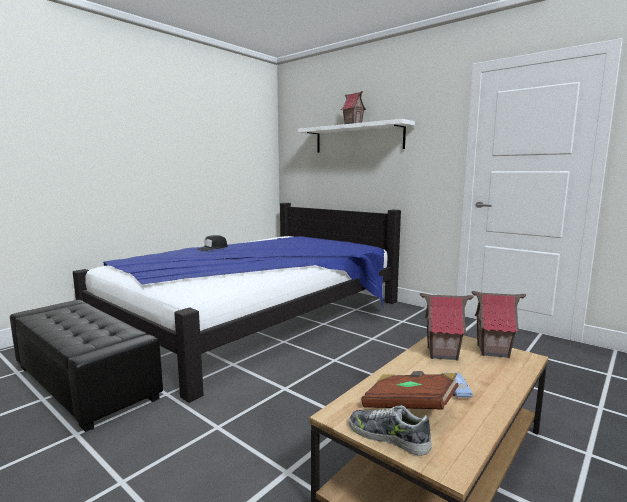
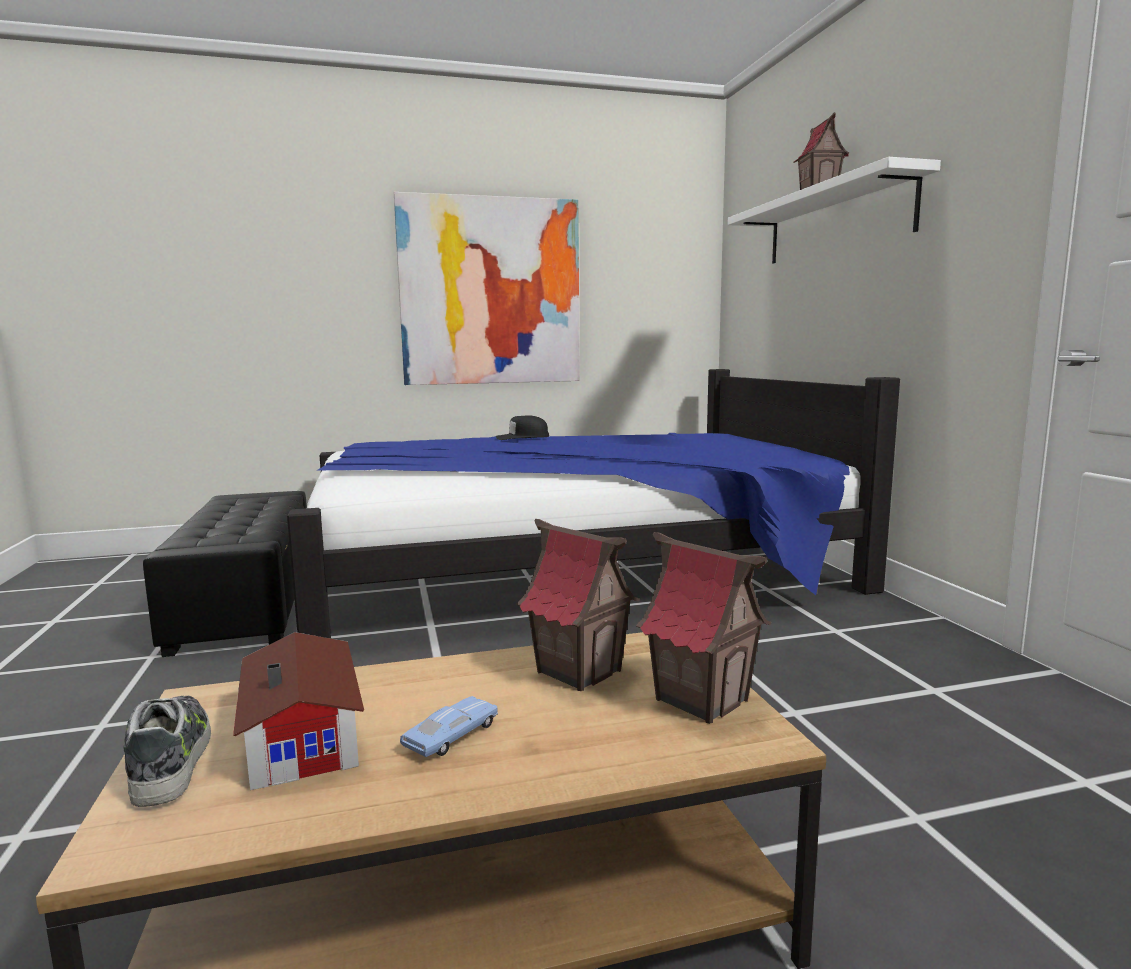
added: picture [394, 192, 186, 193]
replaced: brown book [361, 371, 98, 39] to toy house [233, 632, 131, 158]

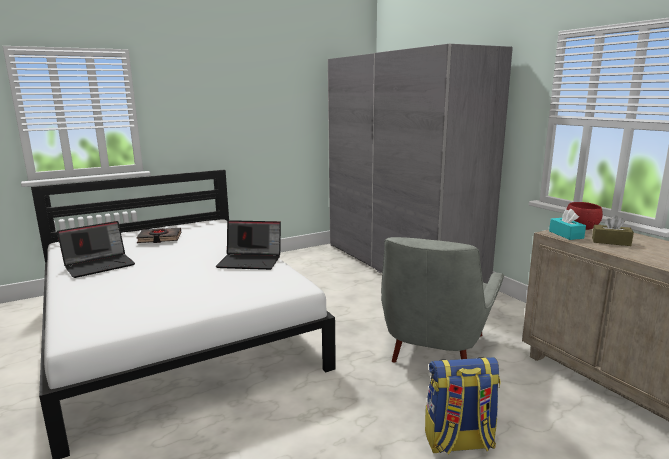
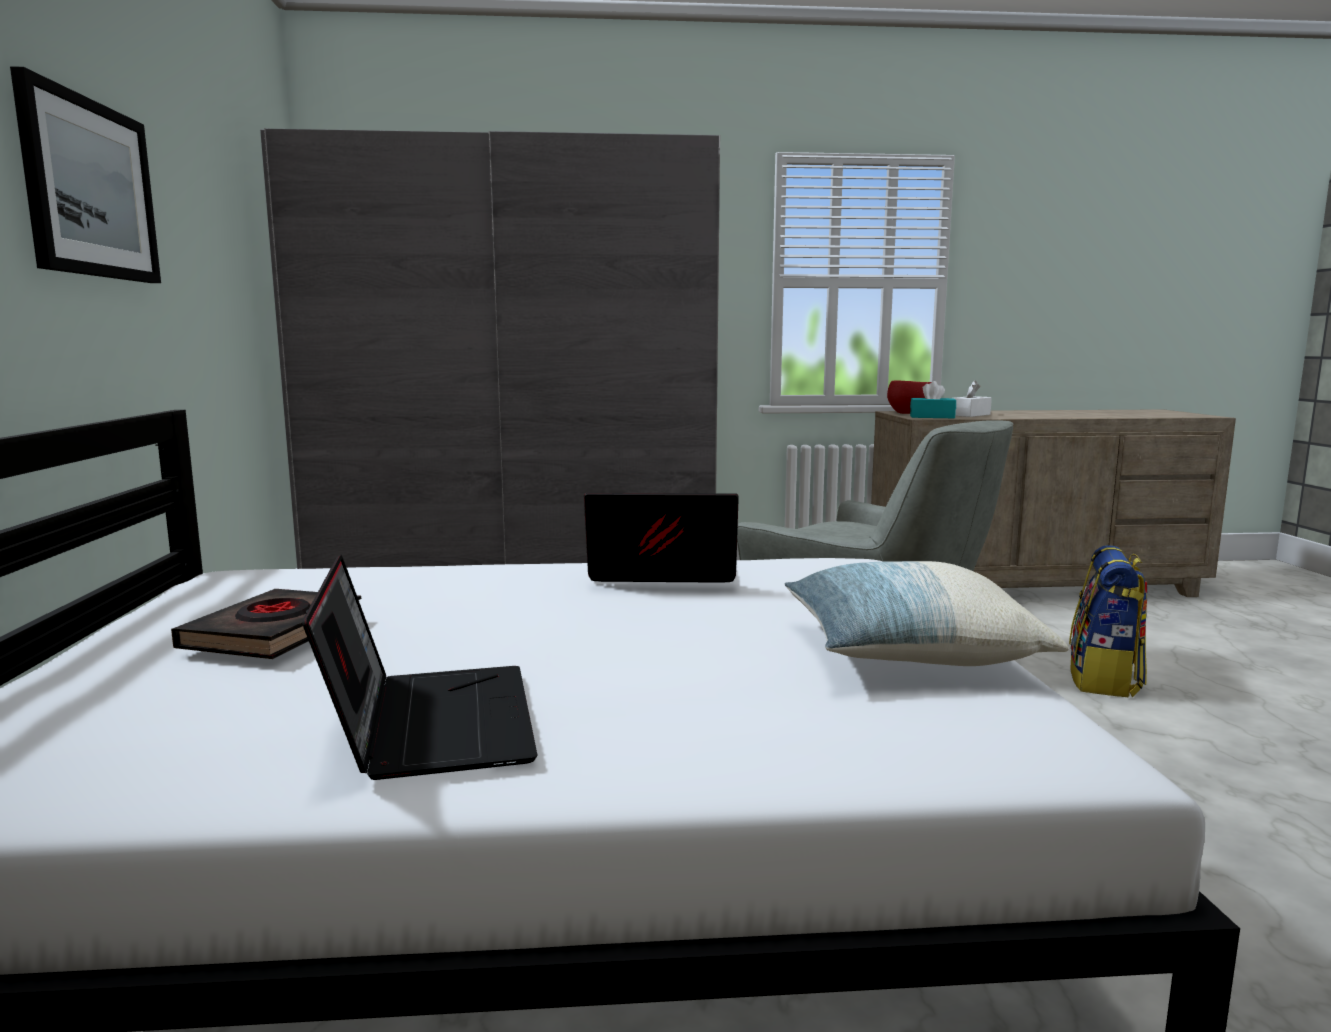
added: picture [10, 66, 151, 217]; pillow [784, 561, 285, 105]
recoloured: brown tissue box [592, 215, 42, 31] to white tissue box [953, 380, 39, 37]
turned: laptop [216, 220, 65, 50] = [584, 493, 155, 90] 120 degrees counterclockwise

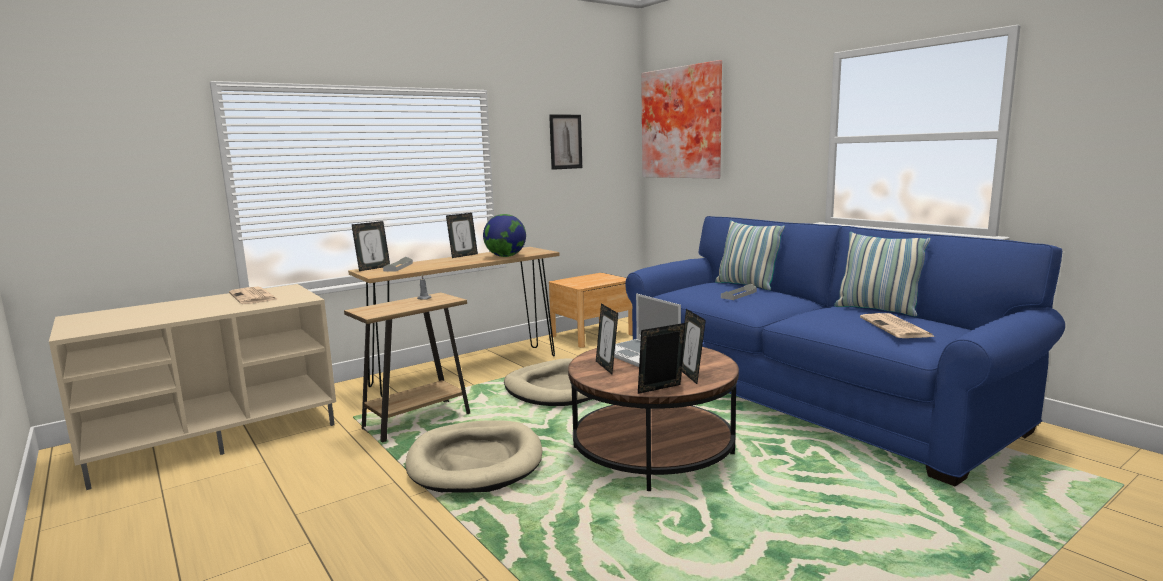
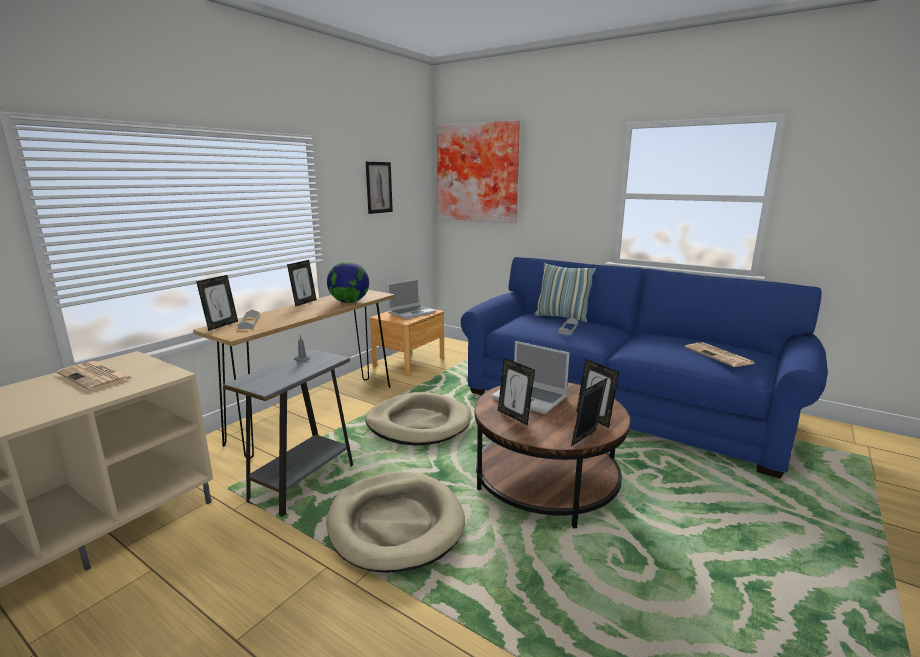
removed: pillow [834, 232, 97, 84]
added: laptop [387, 279, 49, 40]
recoloured: brown side table [344, 293, 126, 149] to grey side table [223, 349, 130, 168]

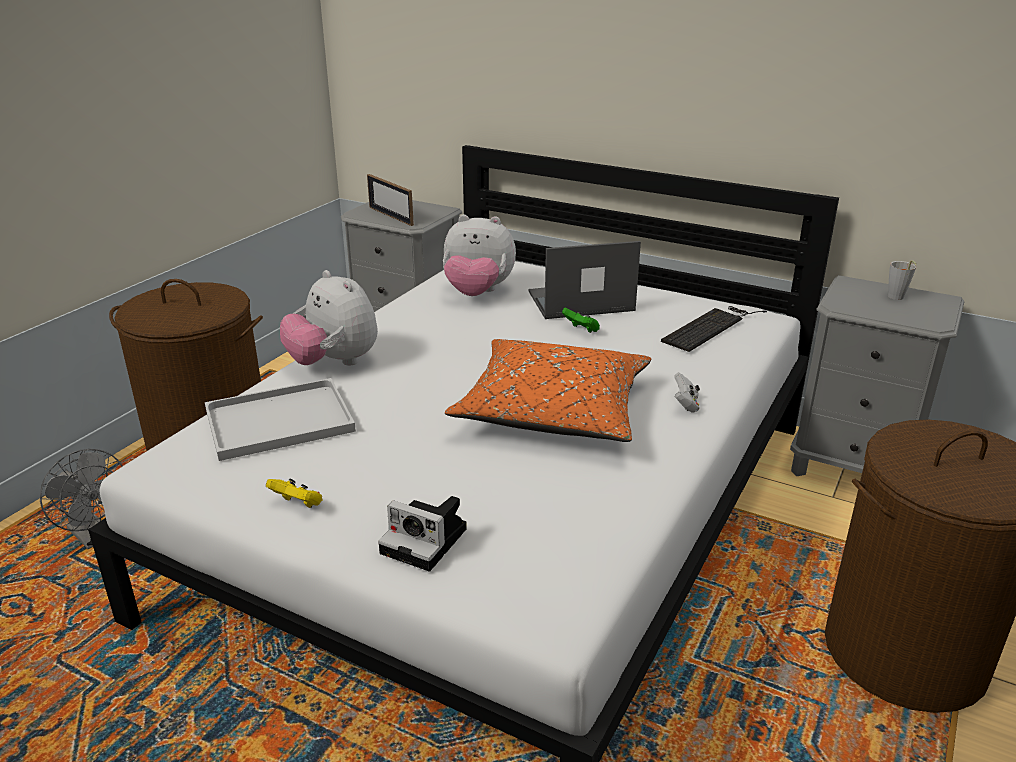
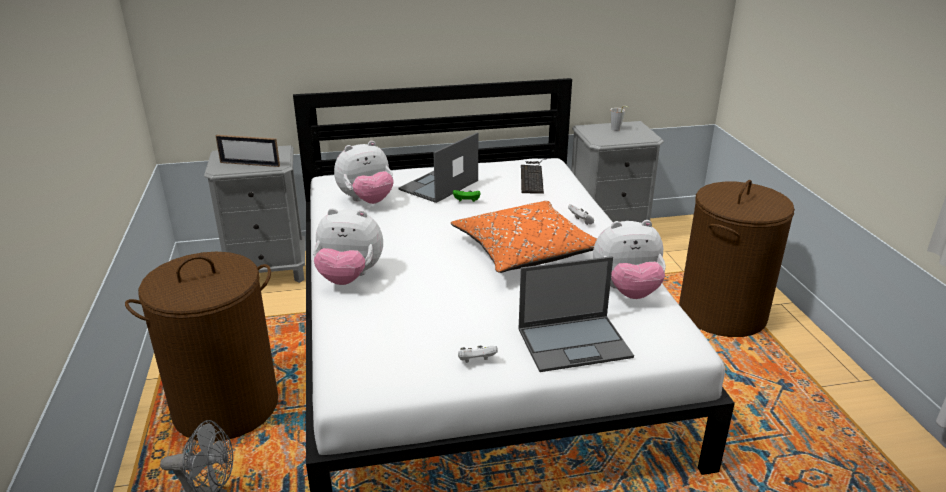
removed: white tray [205, 378, 151, 83]
added: plush toy [593, 220, 73, 79]
replaced: photo camera [378, 496, 89, 75] to laptop [518, 256, 116, 116]
recoloured: yellow game controller [266, 479, 57, 29] to white game controller [458, 346, 40, 17]

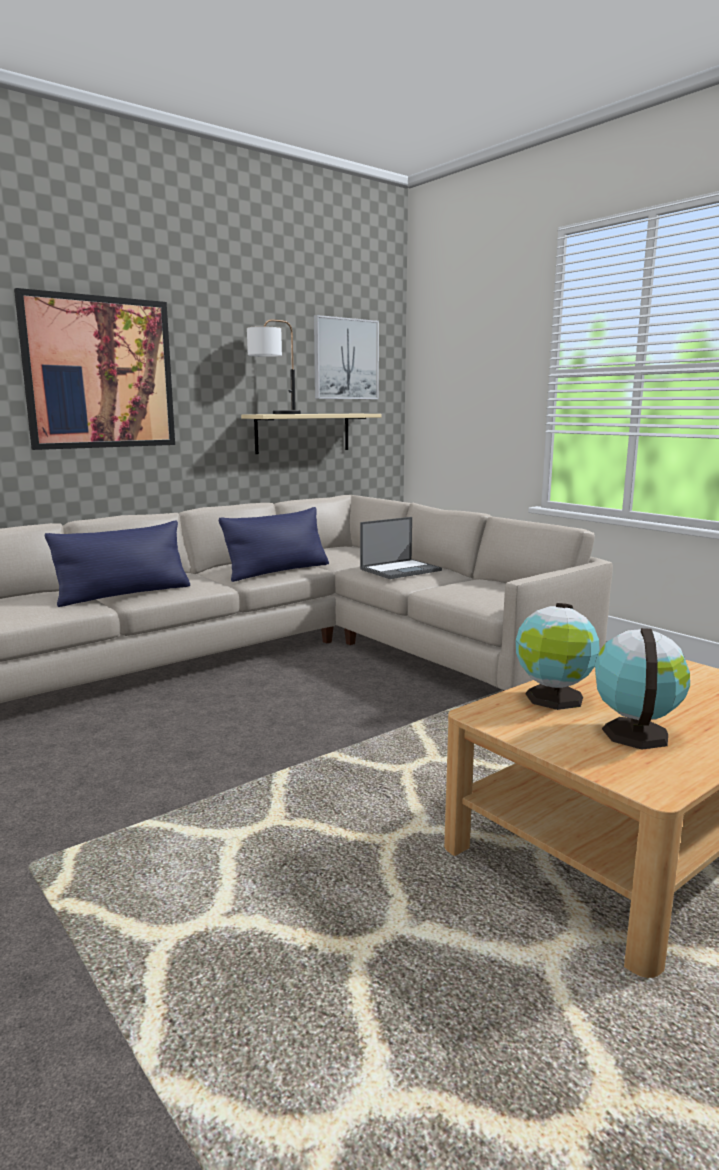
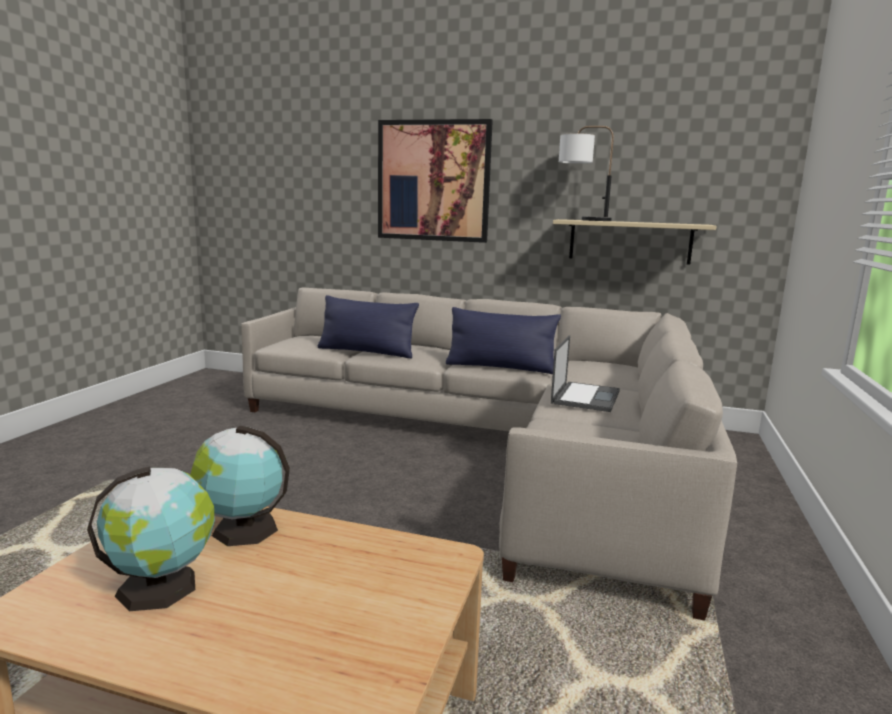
removed: picture [314, 315, 65, 84]
turned: laptop [360, 517, 82, 62] = [551, 335, 69, 77] 90 degrees counterclockwise

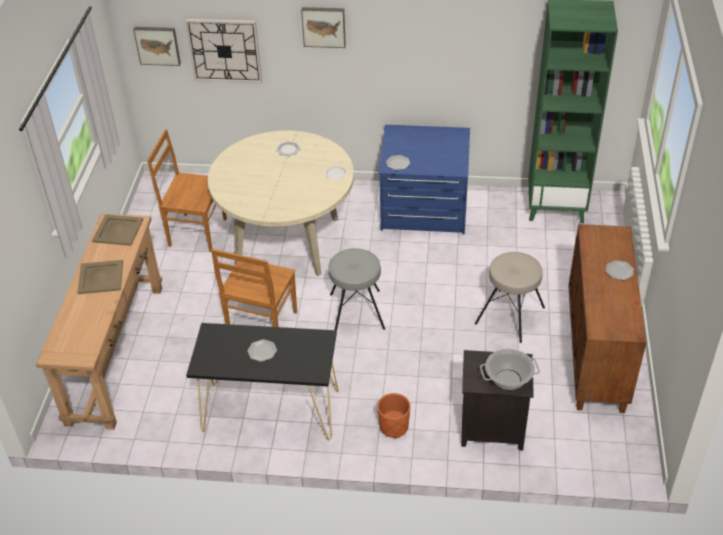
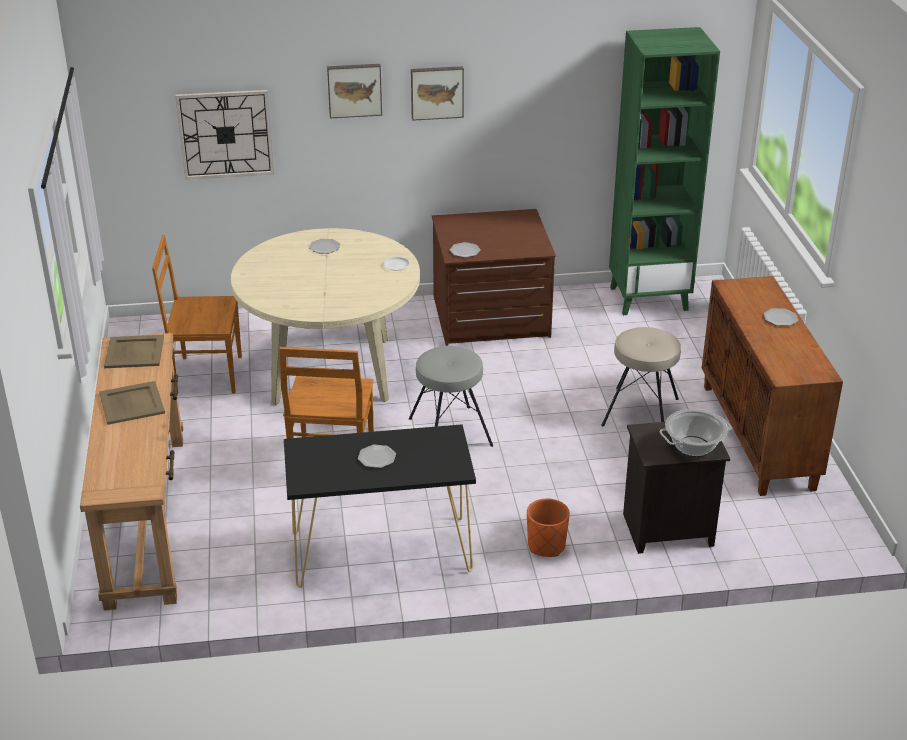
moved: picture [133, 27, 48, 39] to [411, 66, 53, 55]
recoloured: blue dresser [378, 125, 92, 109] to brown dresser [432, 209, 124, 137]

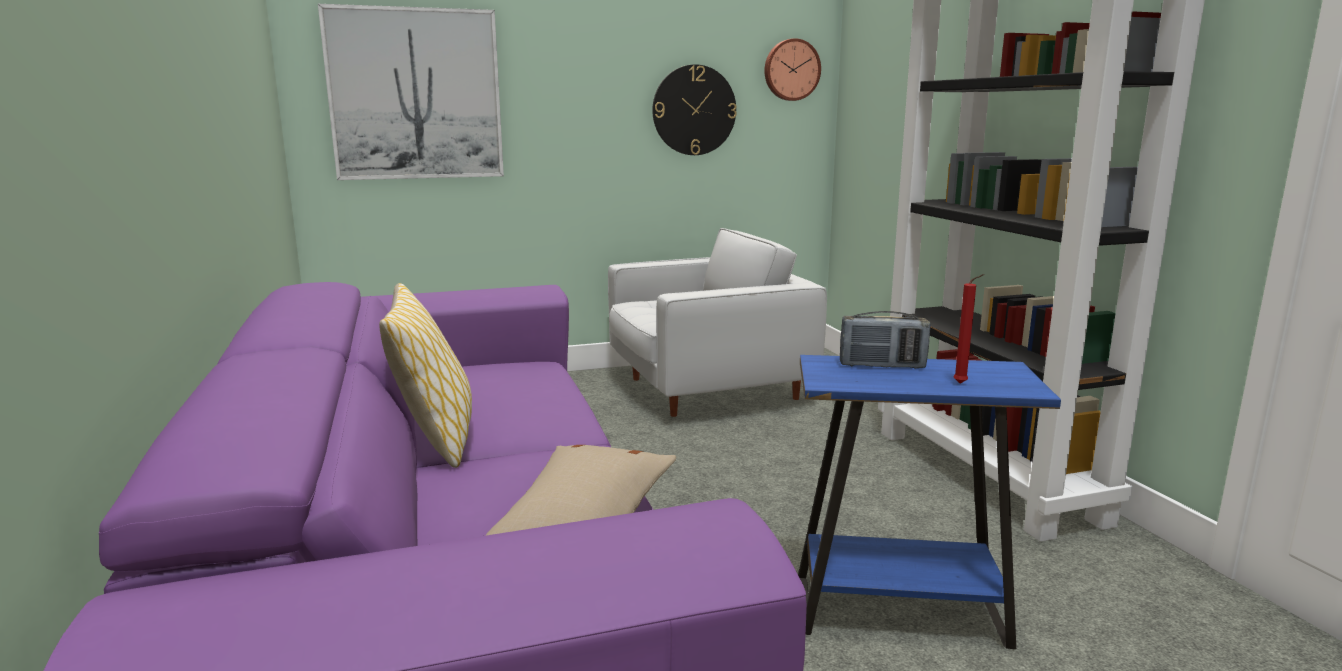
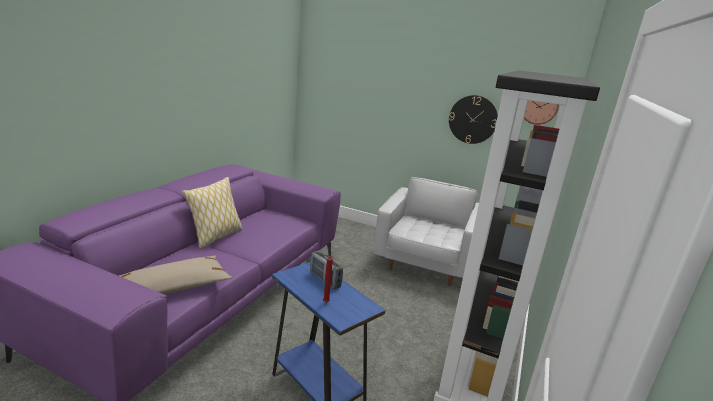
removed: picture [318, 4, 186, 176]
turned: white armchair [608, 228, 219, 189] = [373, 177, 106, 109] 90 degrees counterclockwise

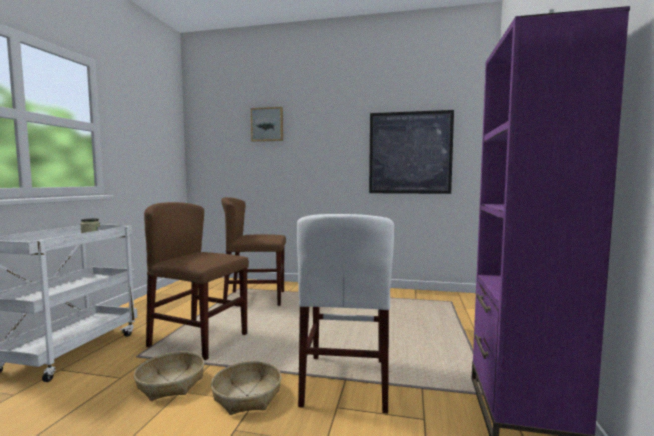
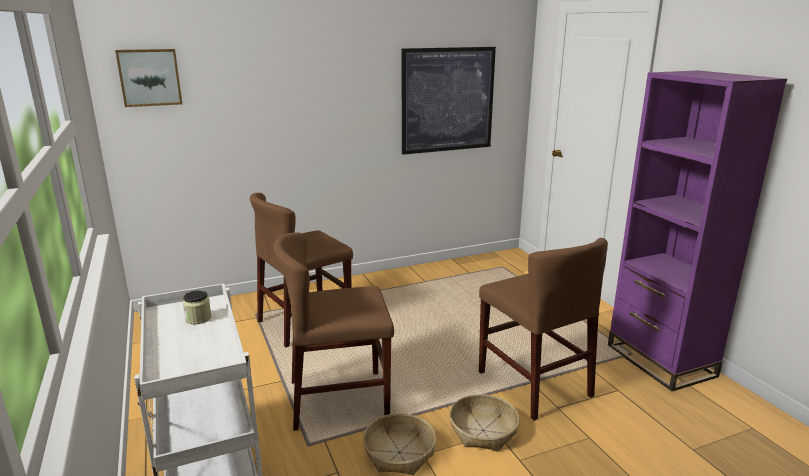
moved: picture [251, 107, 32, 35] to [115, 49, 67, 58]
recoloured: white chair [297, 214, 97, 200] to brown chair [479, 238, 129, 183]

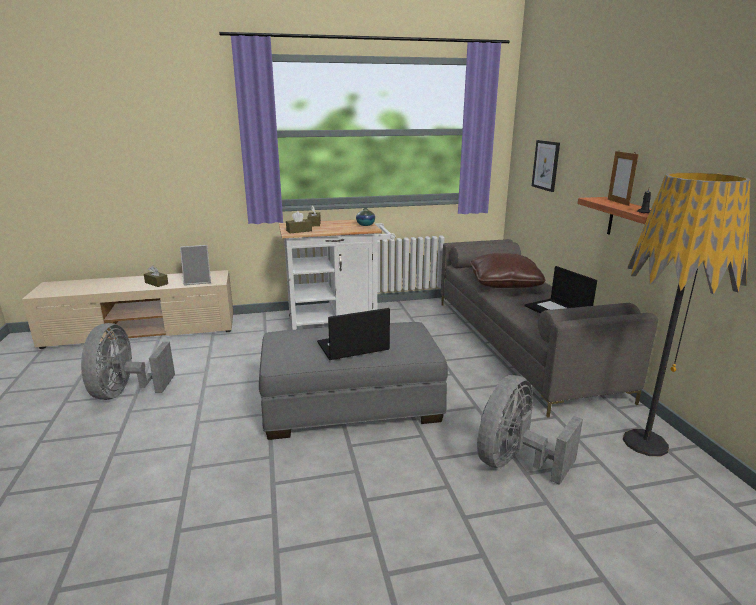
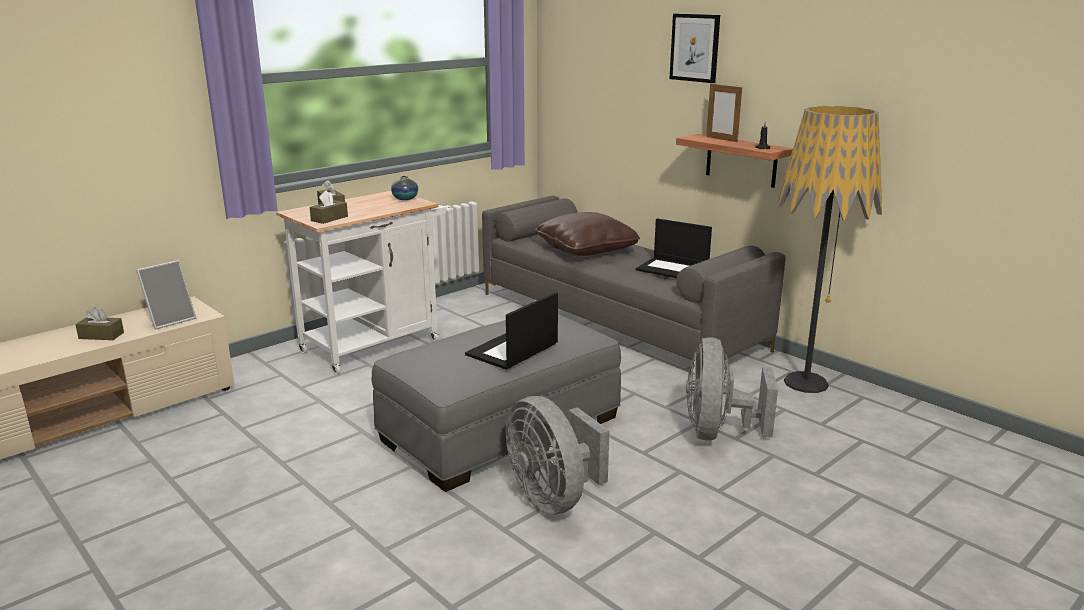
moved: grey fan [81, 323, 94, 77] to [506, 396, 103, 119]; picture [532, 140, 28, 52] to [669, 14, 51, 69]

